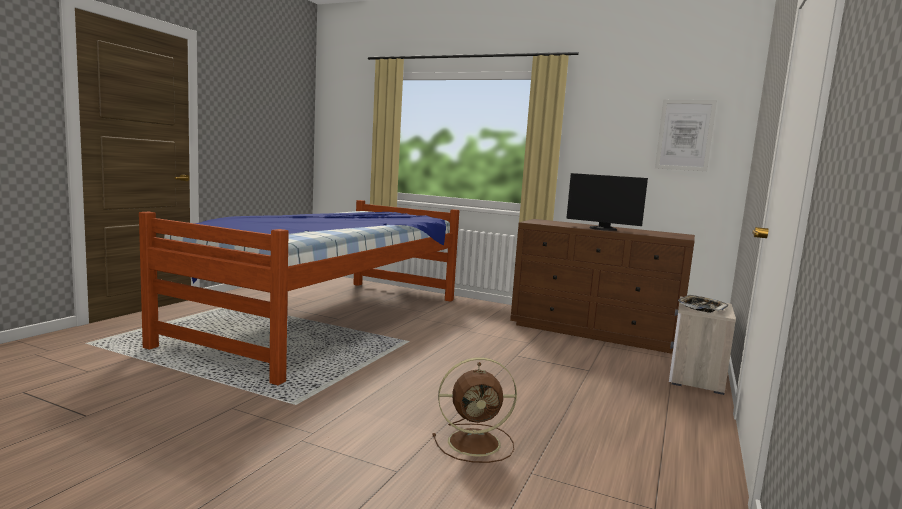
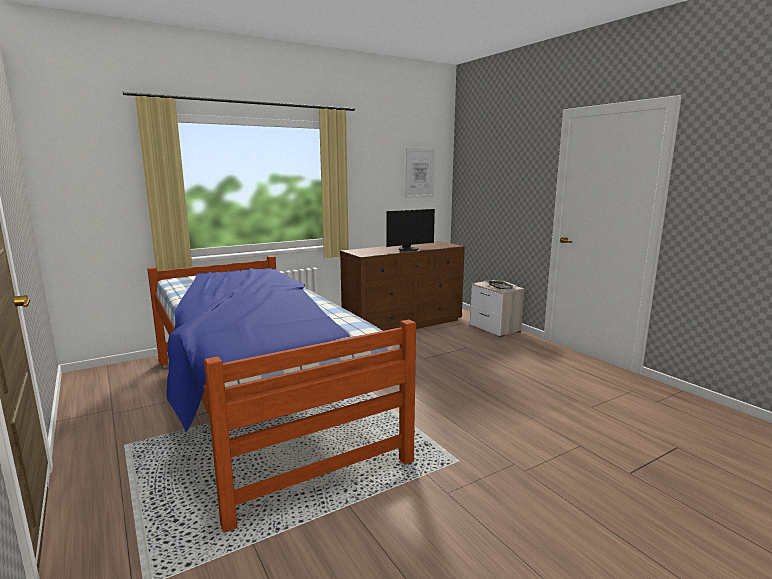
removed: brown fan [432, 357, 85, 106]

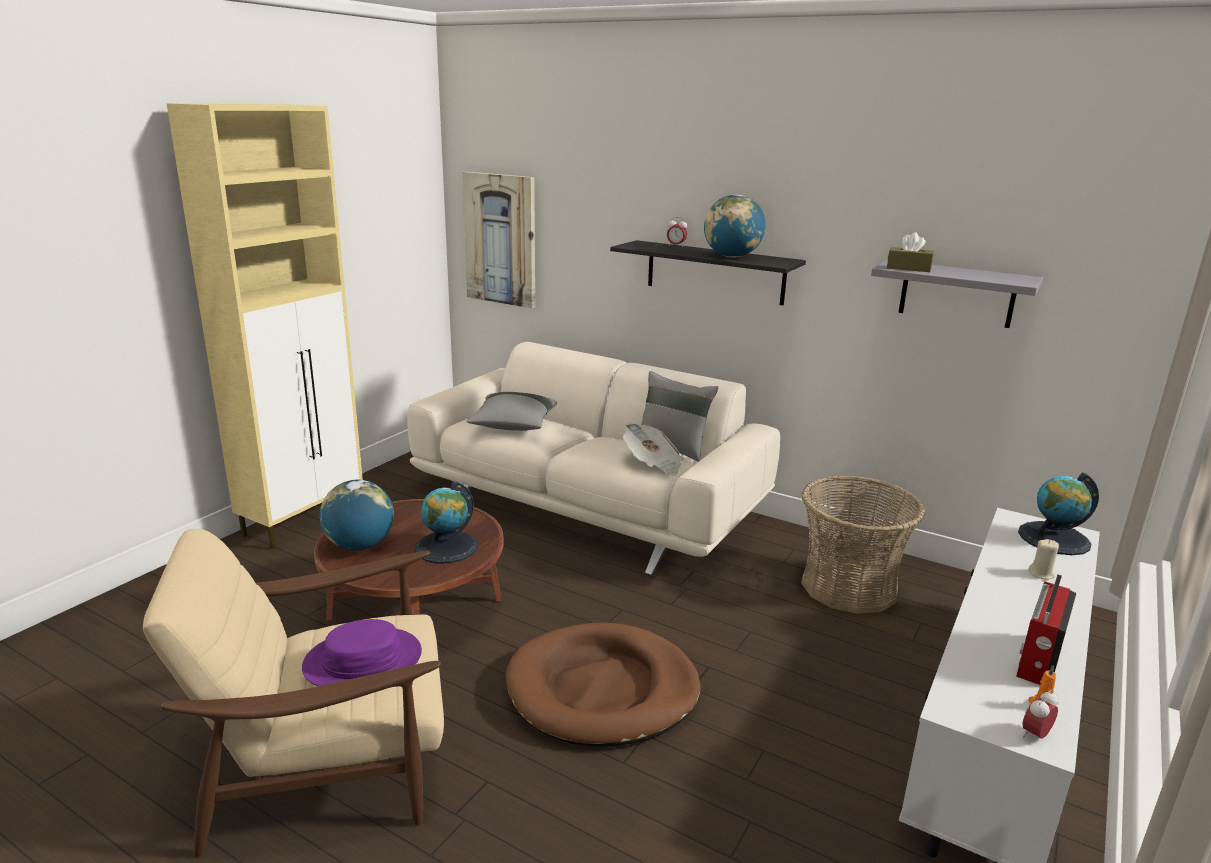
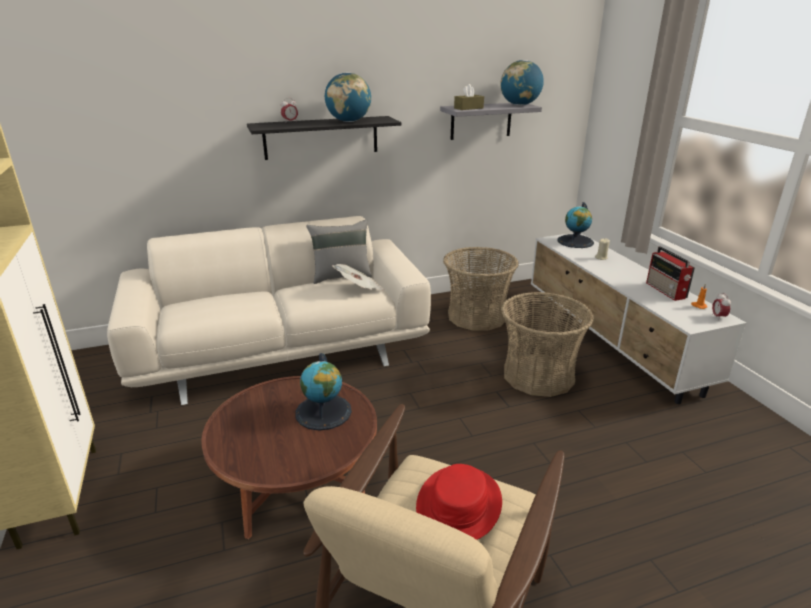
removed: picture [462, 172, 73, 136]; grey pillow [466, 392, 91, 39]; brown dog bed [506, 623, 195, 124]
added: basket [501, 292, 93, 105]
moved: globe [320, 480, 74, 71] to [500, 60, 44, 45]
recoloured: purple hat [302, 619, 120, 67] to red hat [416, 464, 86, 76]

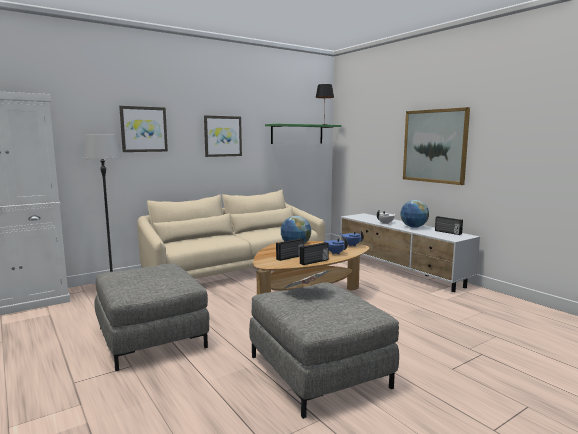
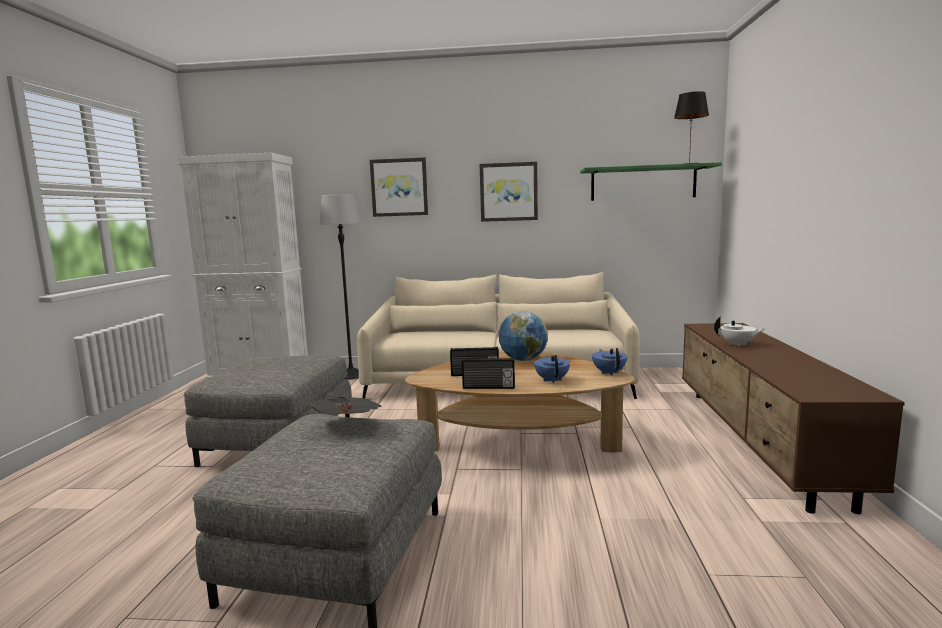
removed: globe [400, 200, 29, 28]; picture [403, 107, 67, 78]; radio [435, 216, 28, 19]
recoloured: white tv stand [340, 213, 140, 79] to brown tv stand [682, 323, 223, 191]

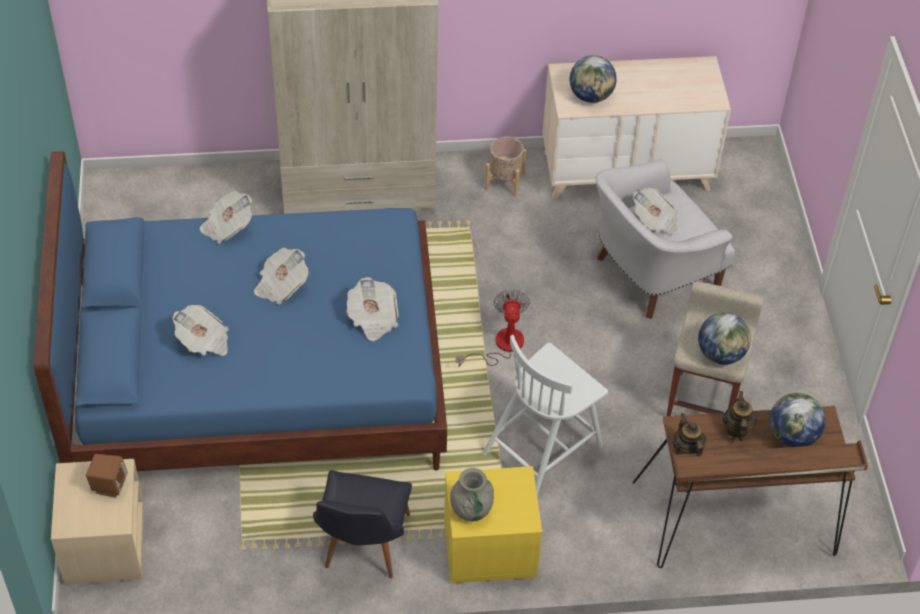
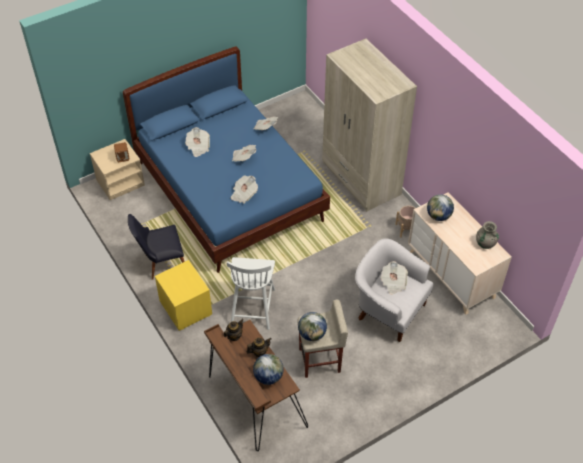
removed: fan [456, 289, 74, 78]
moved: grey vase [450, 468, 44, 53] to [476, 221, 23, 28]
turned: white chair [482, 335, 126, 161] = [227, 257, 48, 73] 105 degrees counterclockwise

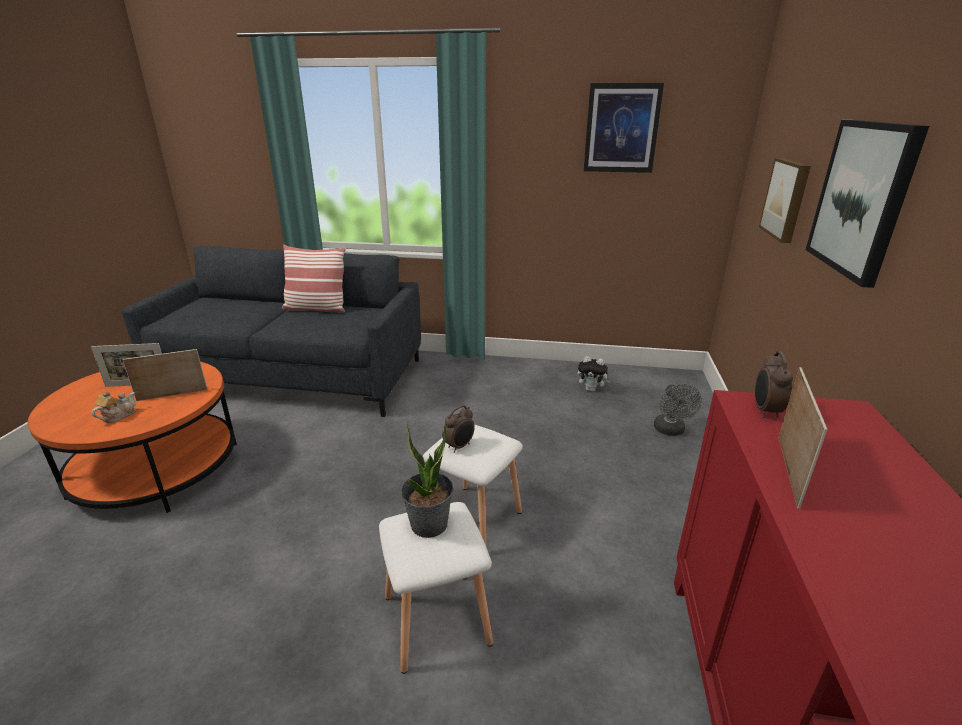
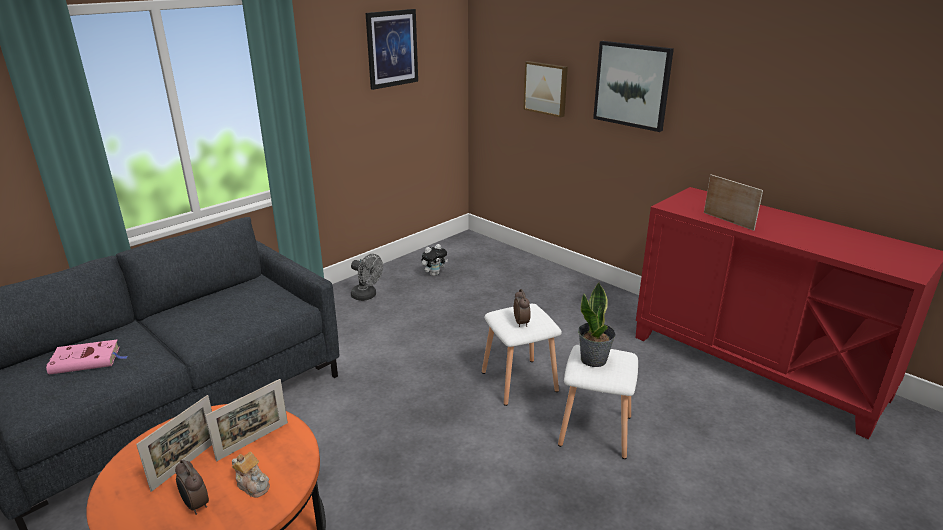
removed: pillow [282, 245, 64, 68]
added: pink book [46, 340, 81, 35]
moved: grey fan [654, 384, 48, 52] to [351, 254, 32, 47]; alarm clock [755, 351, 38, 67] to [175, 459, 34, 56]
turned: teapot [92, 391, 44, 32] = [232, 452, 38, 46] 150 degrees clockwise; picture frame [122, 349, 86, 52] = [205, 379, 83, 82] 150 degrees counterclockwise

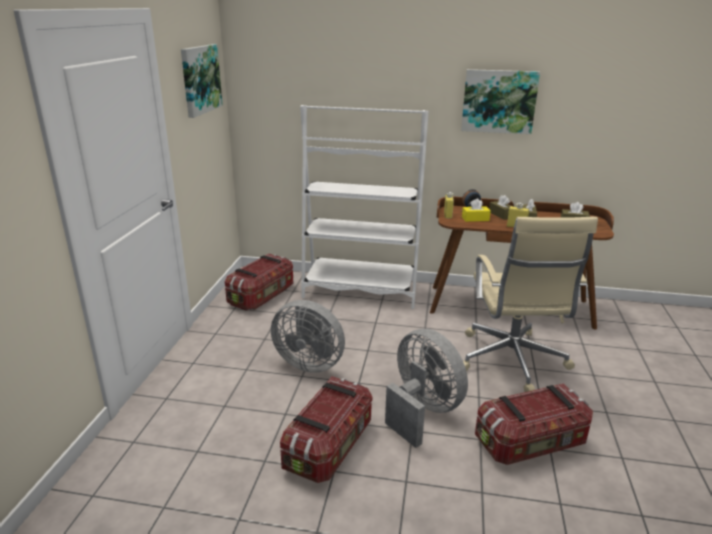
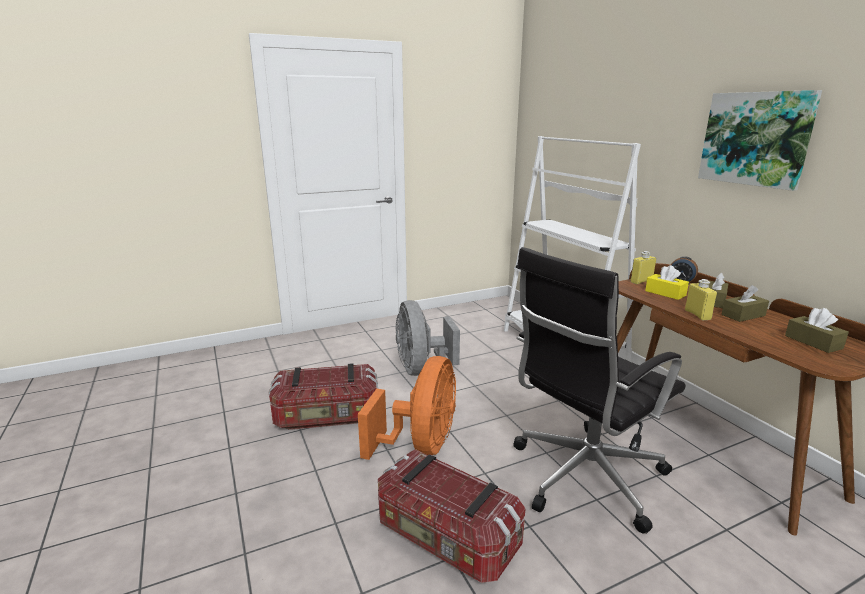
removed: picture [181, 44, 42, 74]; storage box [225, 254, 68, 57]
recoloured: grey fan [385, 329, 83, 119] to orange fan [358, 356, 98, 104]; beige office chair [463, 217, 135, 175] to black office chair [513, 247, 172, 287]

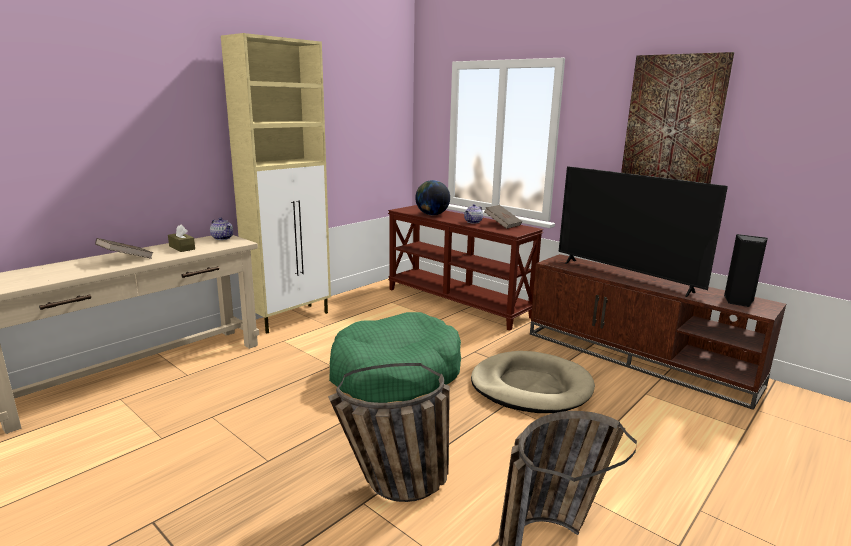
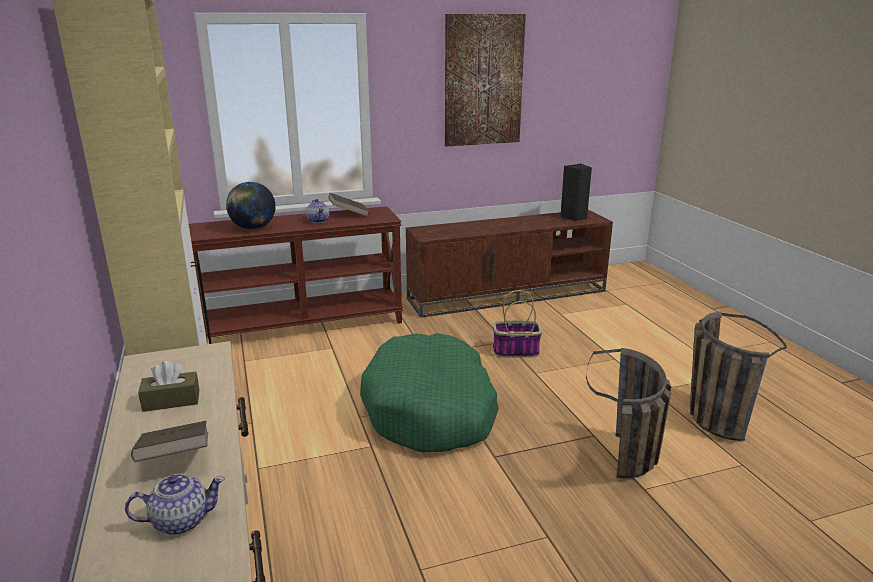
removed: television [559, 166, 169, 131]
moved: teapot [210, 217, 23, 23] to [125, 474, 100, 61]
replaced: beige dog bed [471, 351, 124, 62] to basket [493, 290, 49, 68]

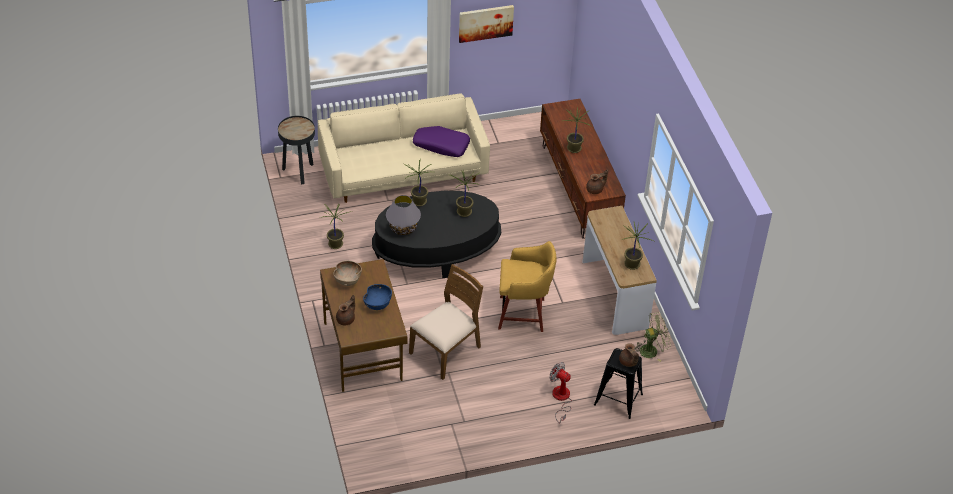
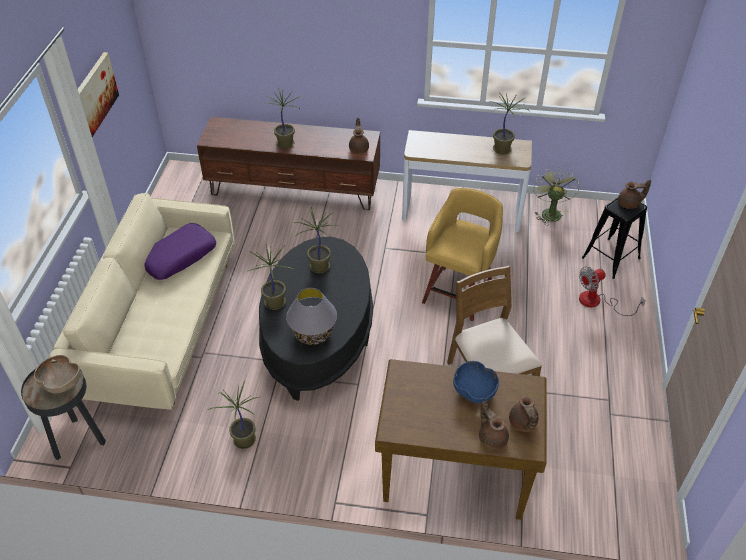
added: brown teapot [509, 396, 29, 36]
moved: brown bowl [333, 261, 29, 25] to [34, 355, 46, 38]

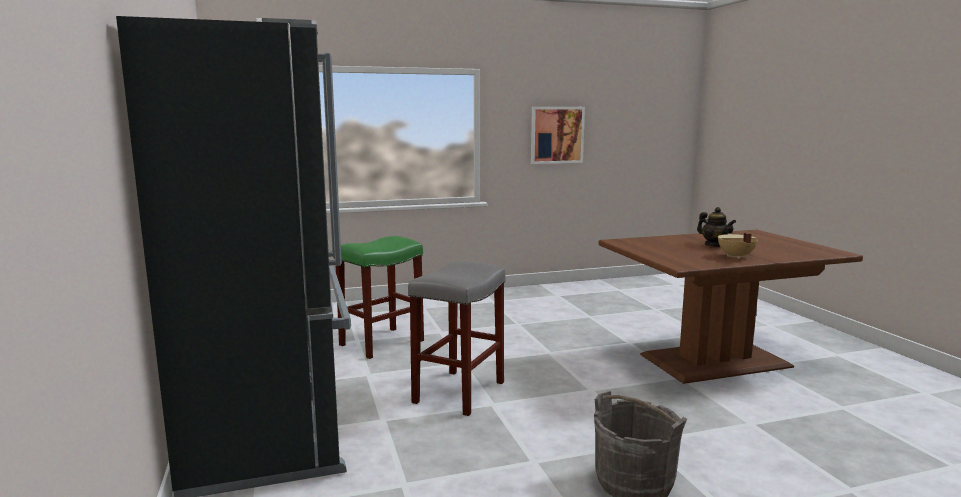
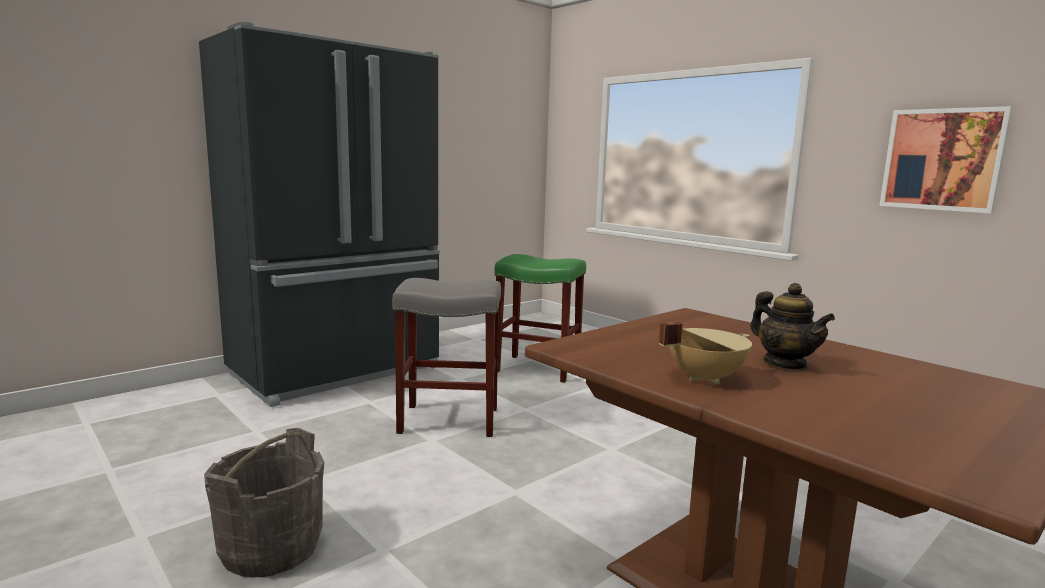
turned: teapot [697, 207, 39, 40] = [750, 283, 85, 87] 60 degrees counterclockwise

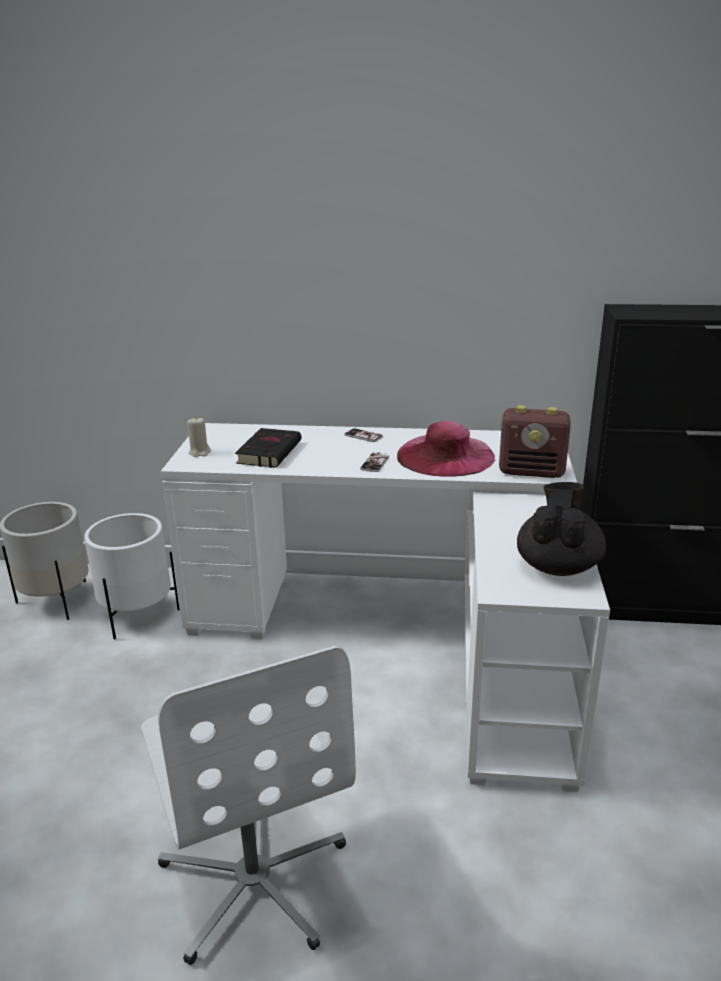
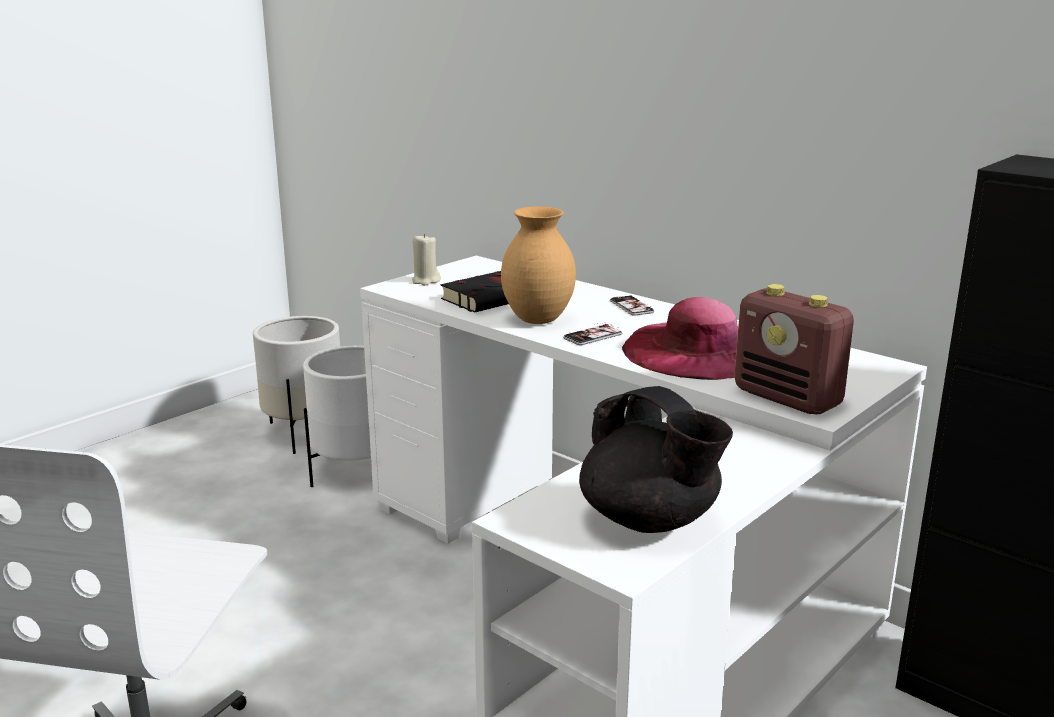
added: brown vase [501, 207, 75, 117]
turned: black teapot [517, 482, 89, 94] = [579, 386, 154, 147] 90 degrees clockwise

